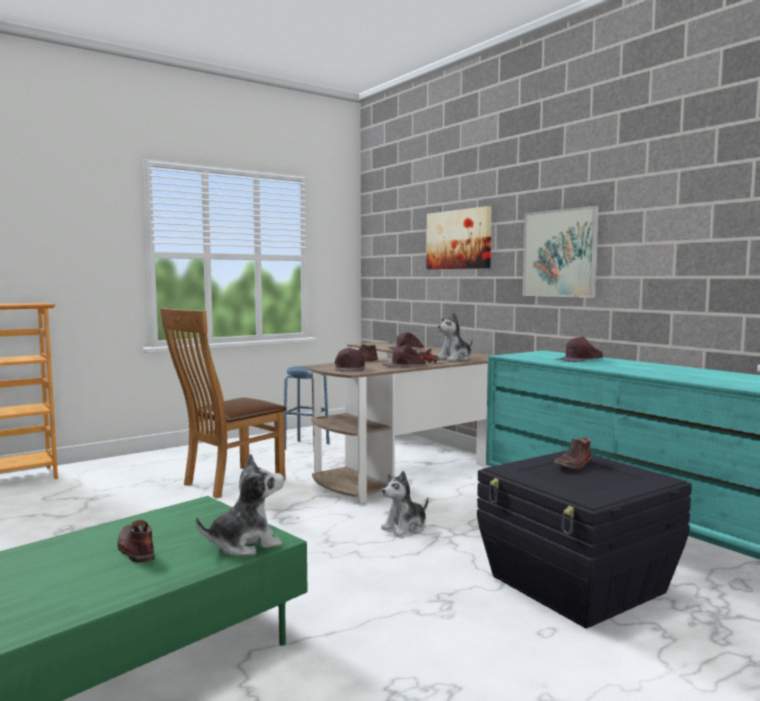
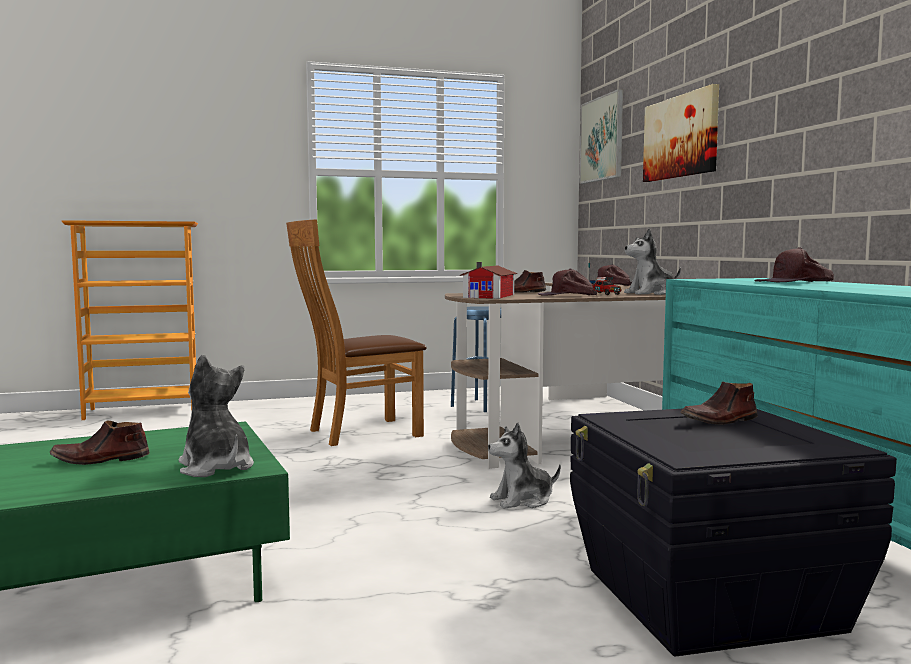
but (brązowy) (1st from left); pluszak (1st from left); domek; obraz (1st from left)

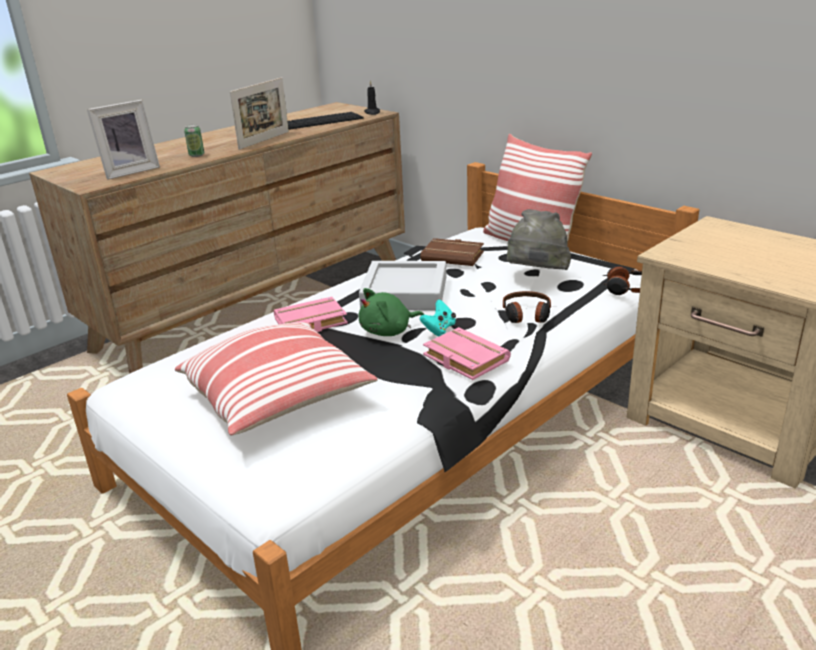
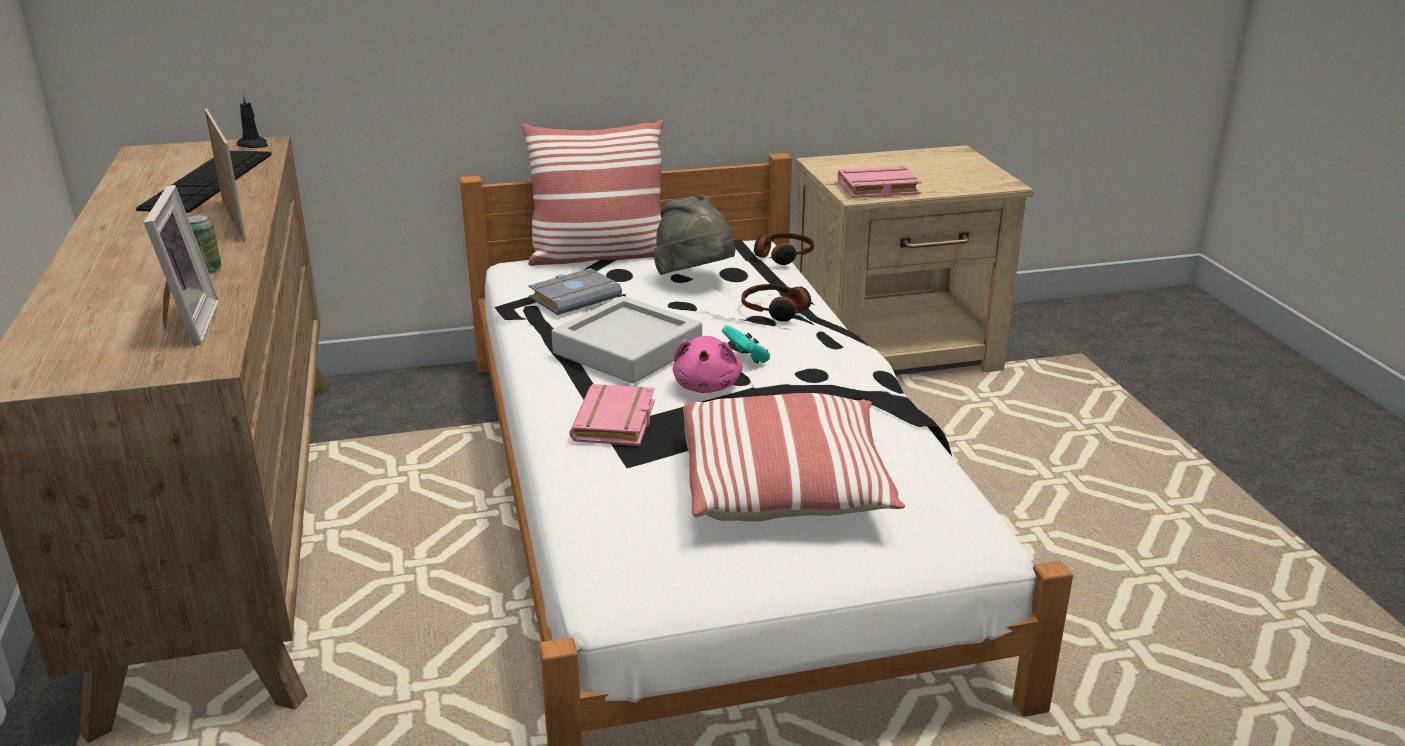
książka (szary); pluszak (różowy); książka (różowy) (2nd from left)

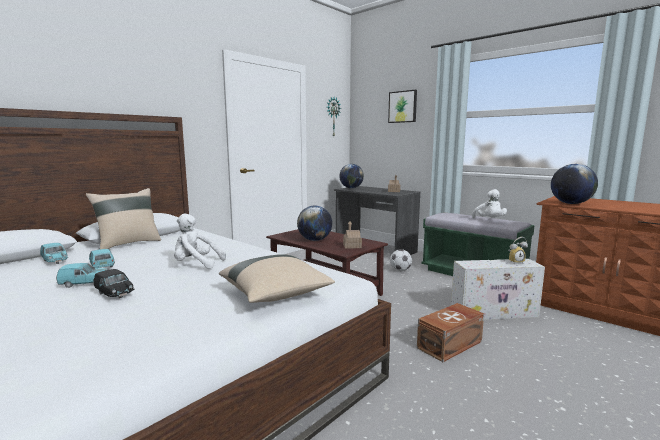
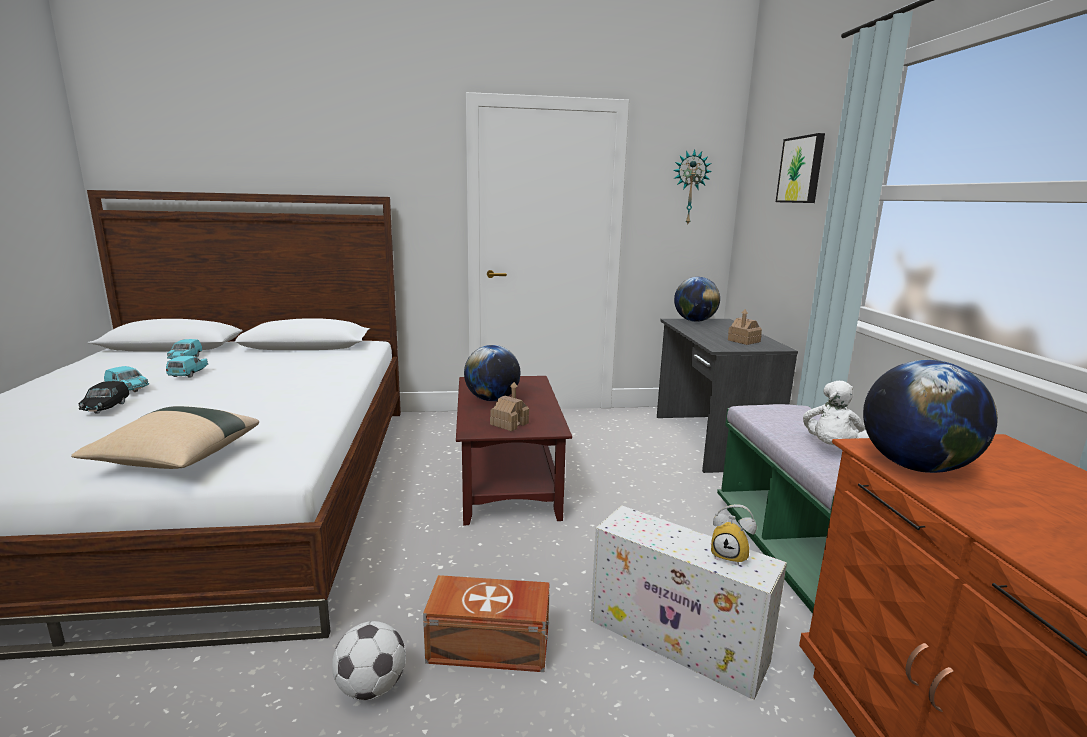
piłka futbolowa; poduszka (beżowy) (1st from left in the first image); pluszak (biały) (1st from left in the first image)

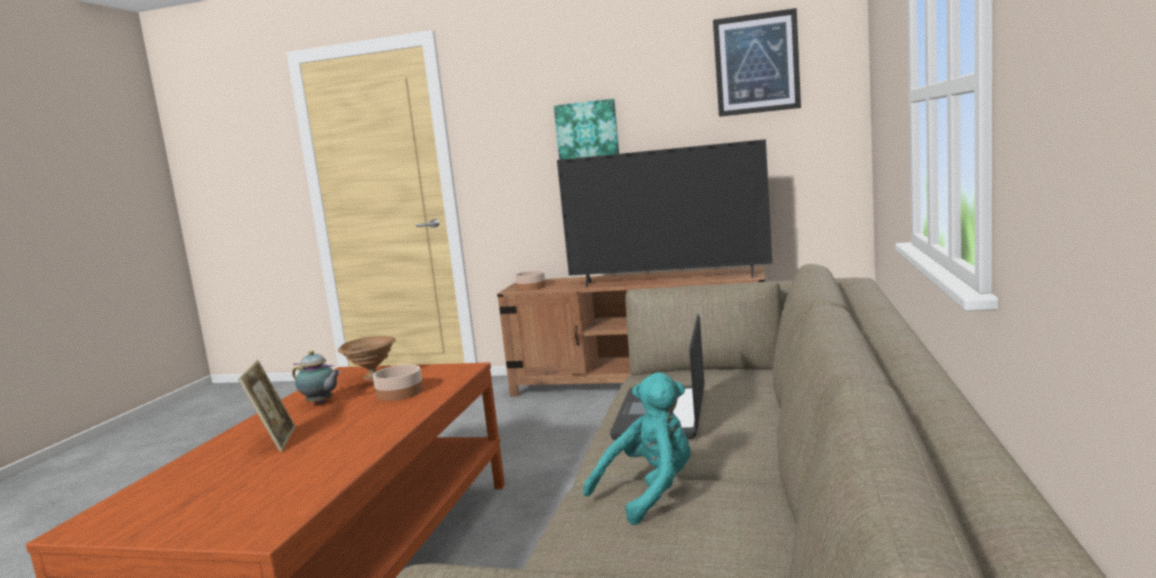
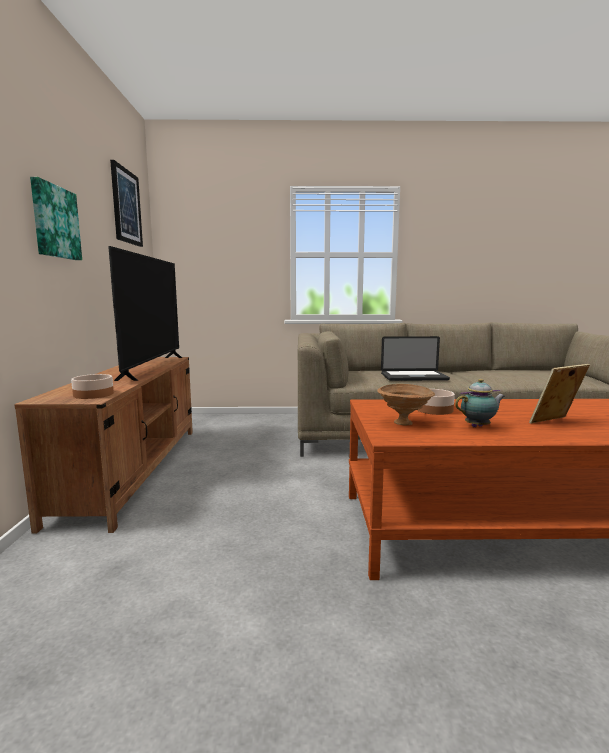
imbryk; pluszak (turkusowy)

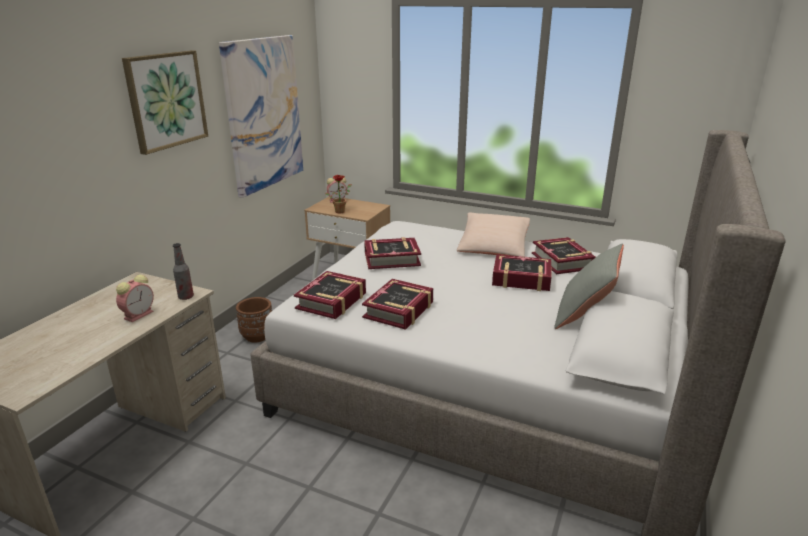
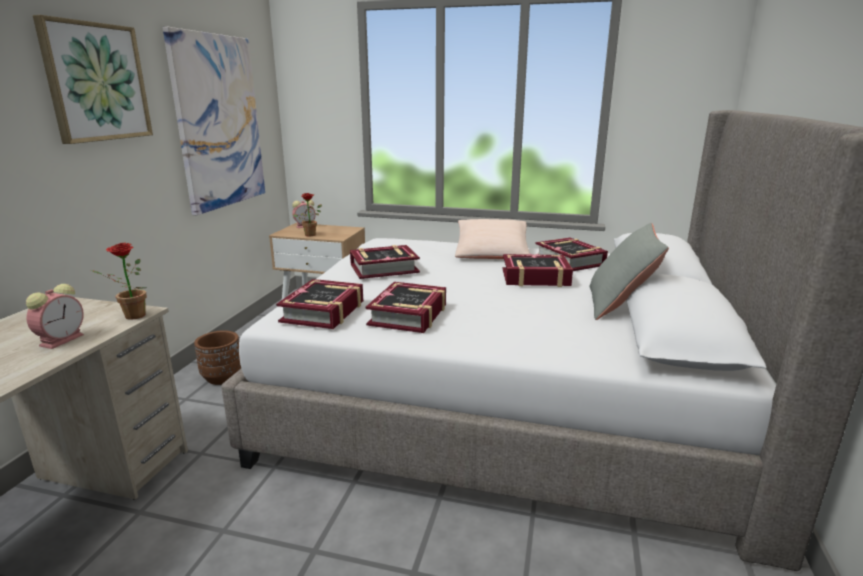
roślina doniczkowa (1st from left)

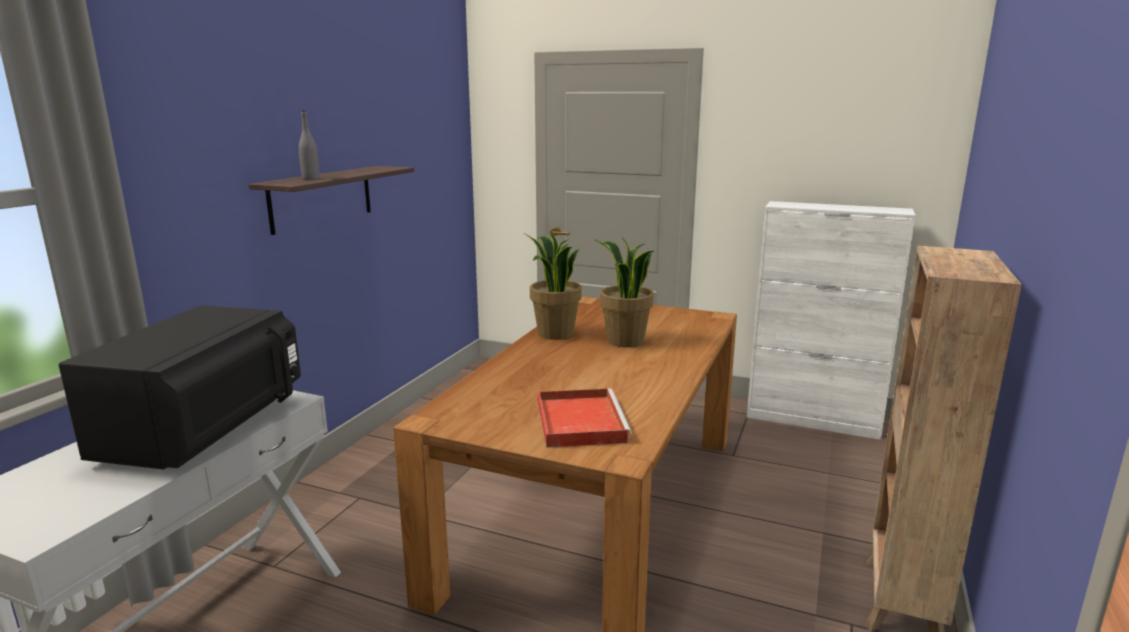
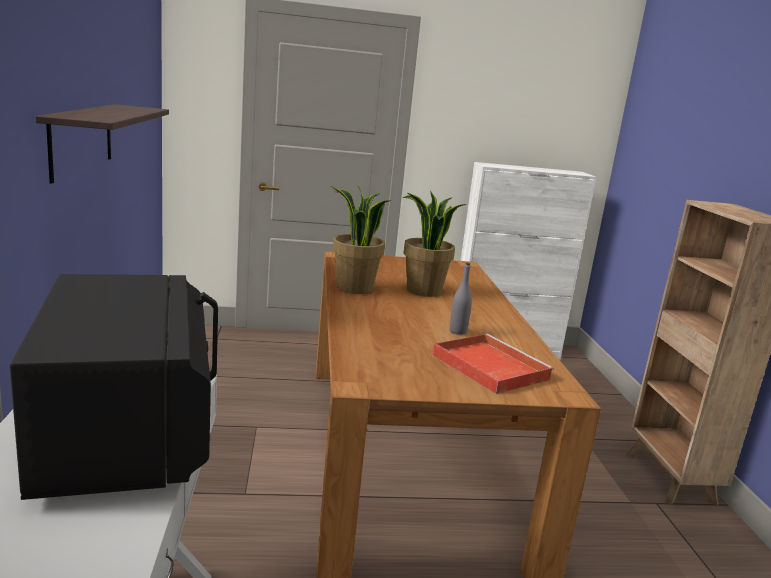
butelka (szary)

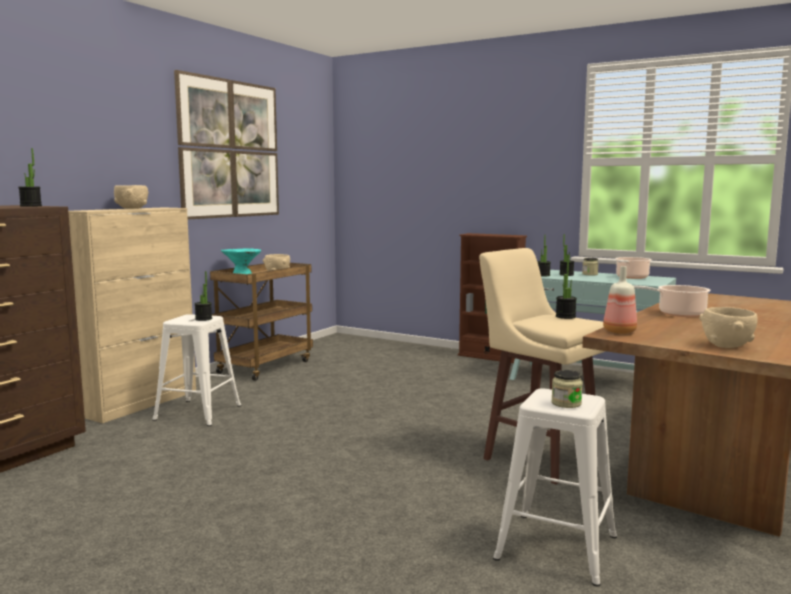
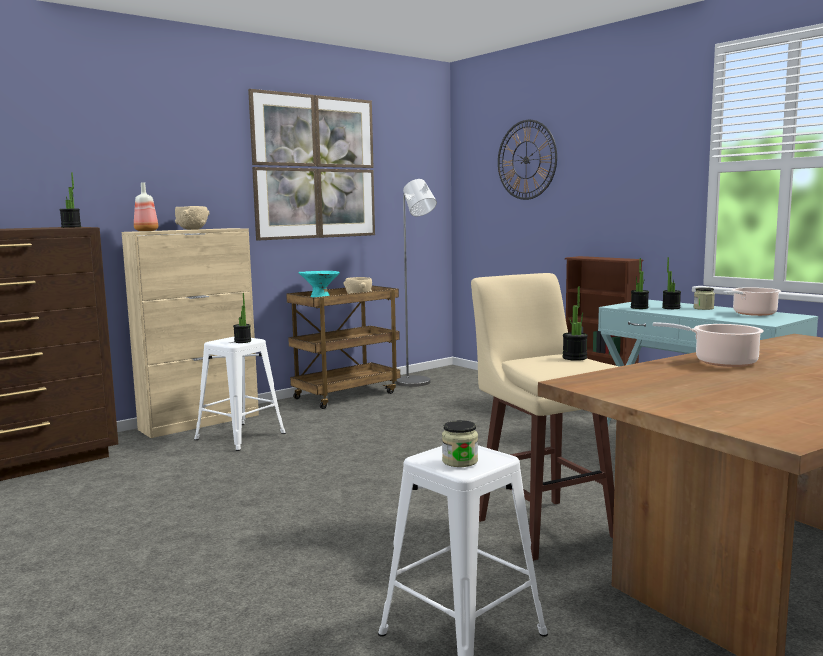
butelka; lampa stojąca (szary); zegar ścienny; miska (beżowy) (3rd from left in the first image)

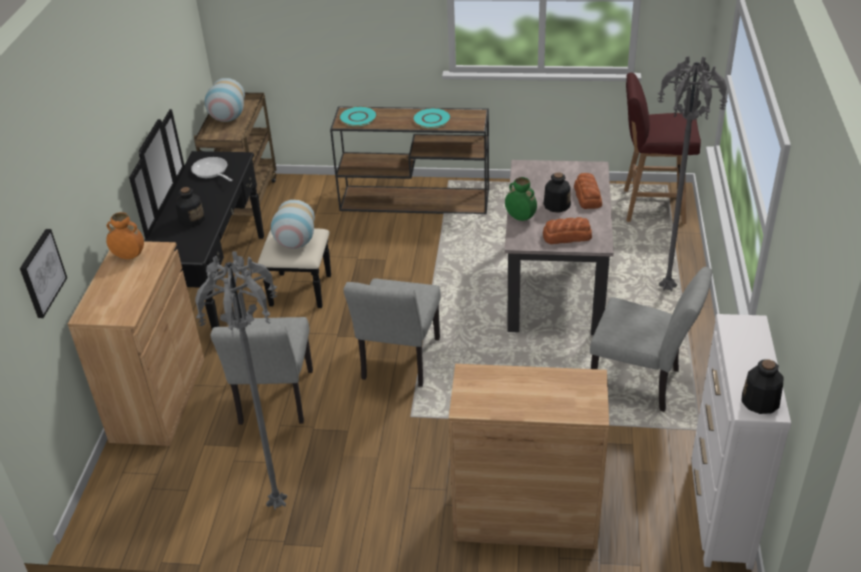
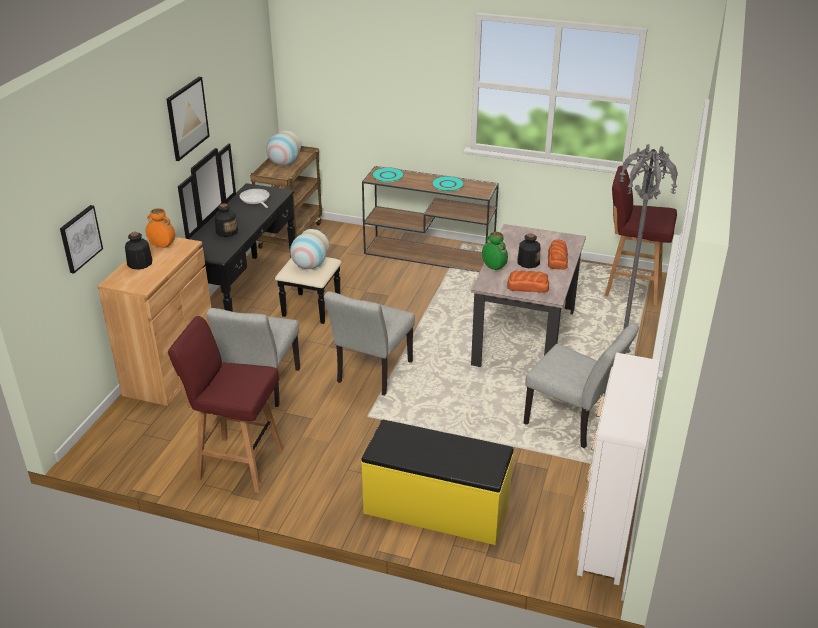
butelka (1st from left); obraz (2nd from left); stołek (czerwony) (1st from left); ławka (żółty)

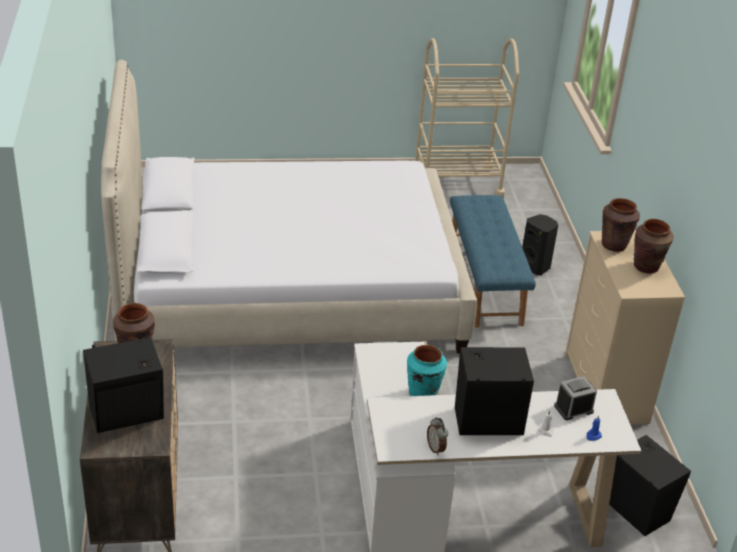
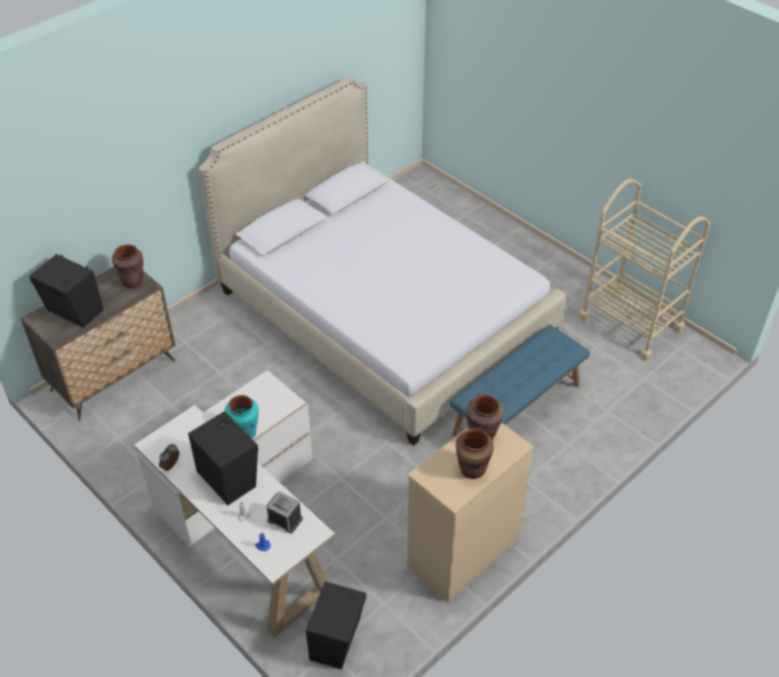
głośnik (czarny) (3rd from left in the first image)

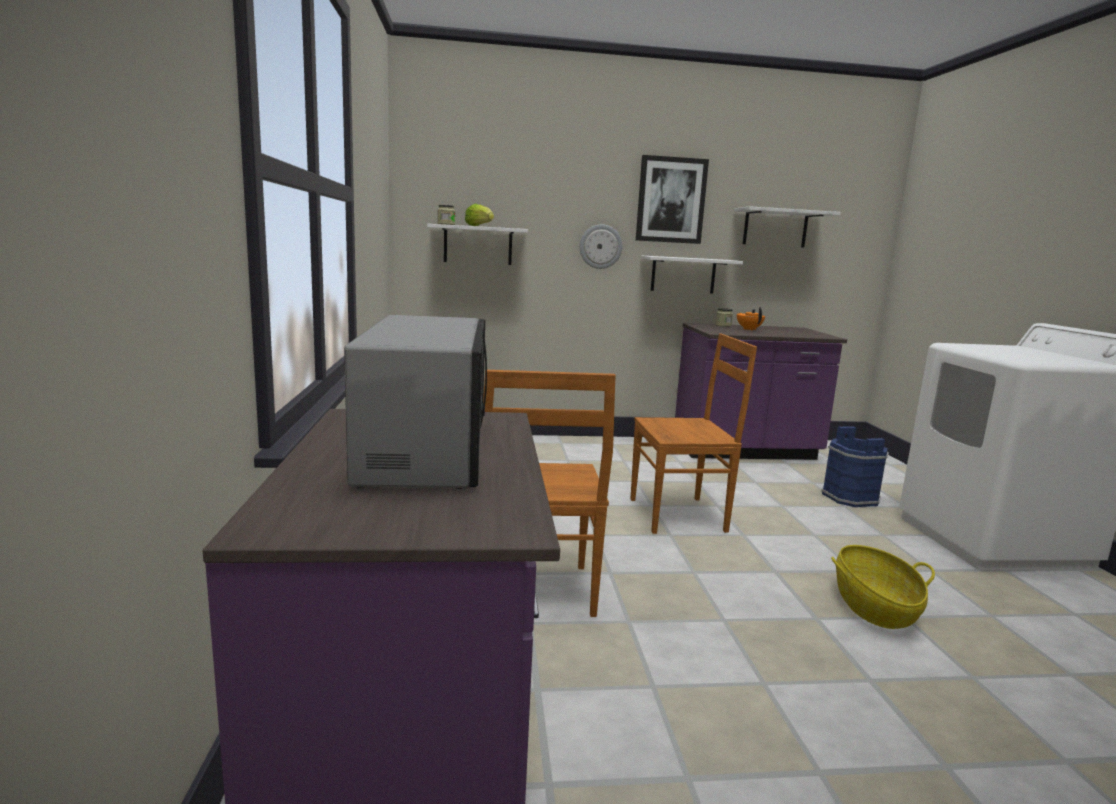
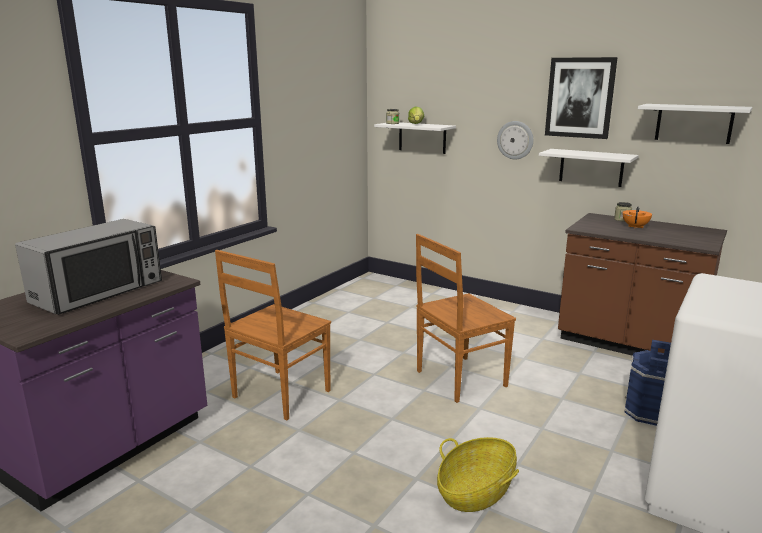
krzesło (brązowy) (2nd from left); zabudowa kuchenna (brązowy)

